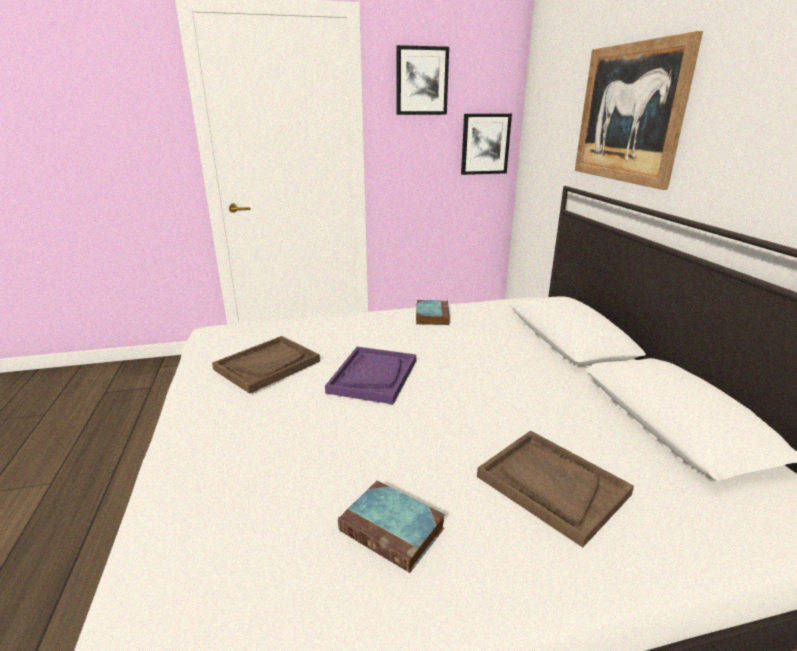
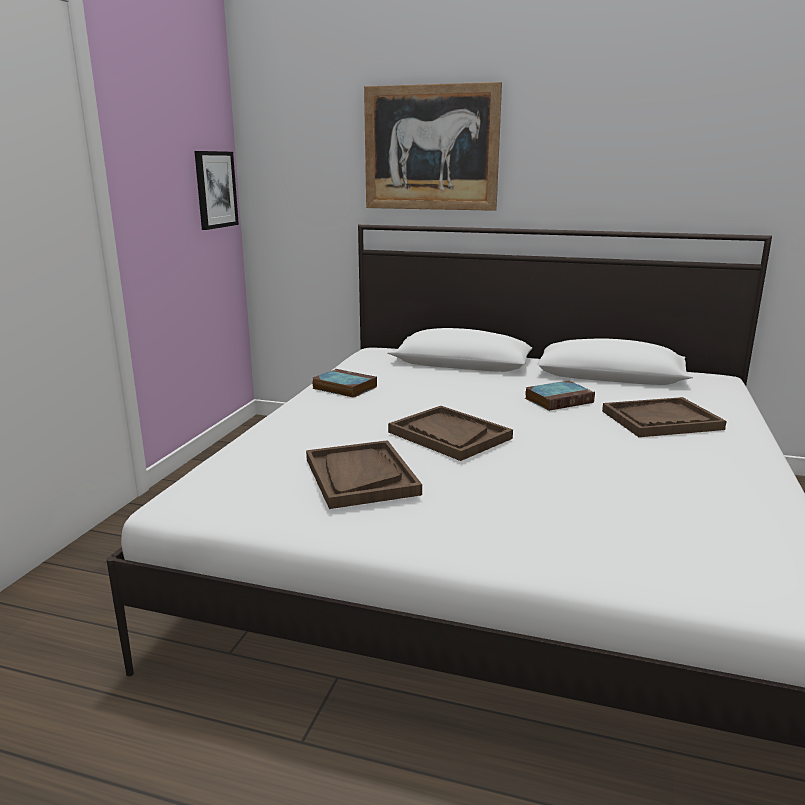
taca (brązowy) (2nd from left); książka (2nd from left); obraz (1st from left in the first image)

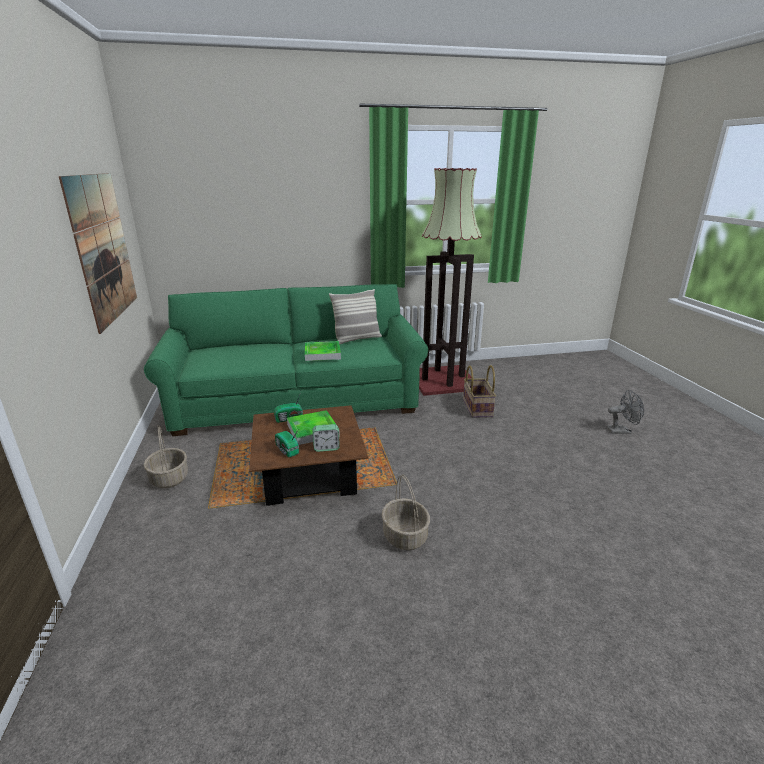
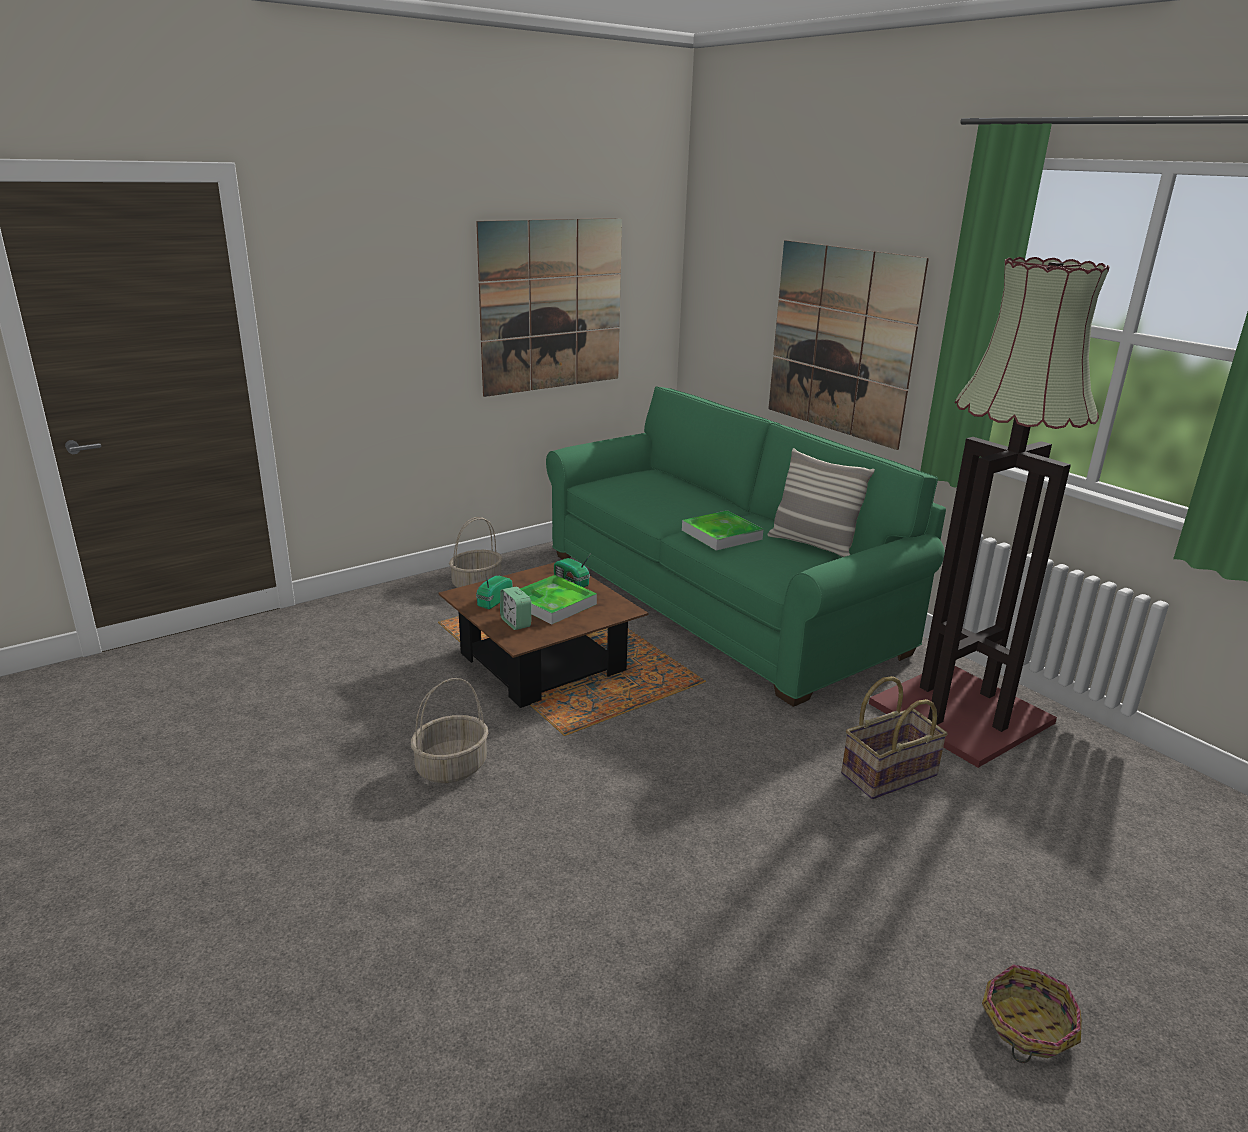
obraz (2nd from left); koszyk (4th from left)

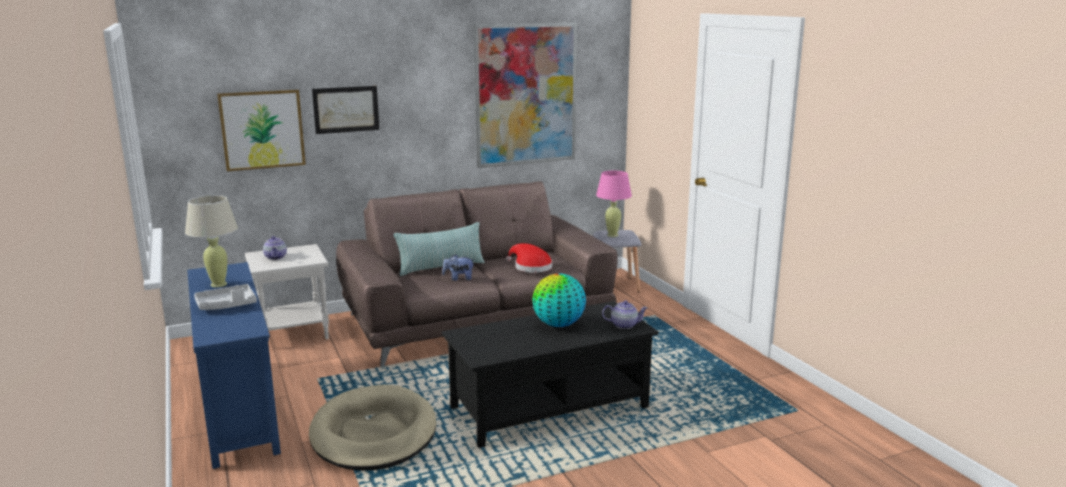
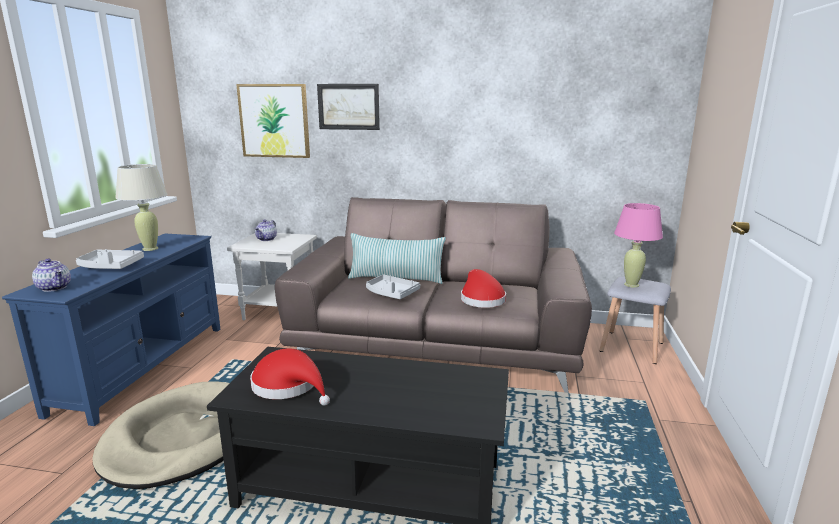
imbryk (1st from left); kapelusz (czerwony) (1st from left); taca (szary) (2nd from left); obraz (3rd from left in the first image); globus

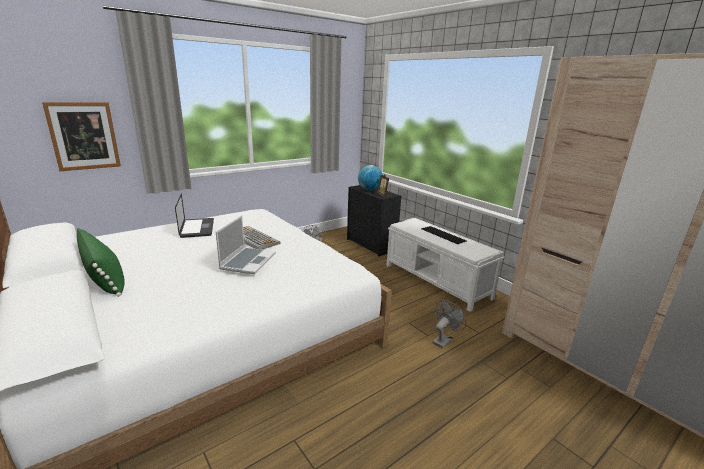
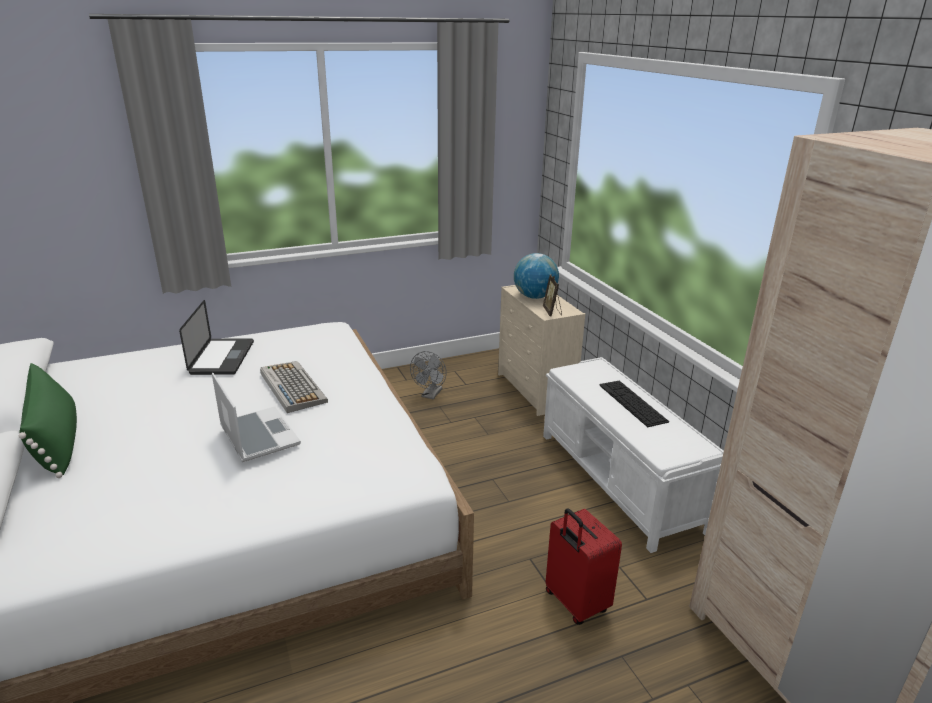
laptop (2nd from left); komoda (beżowy); walizka (czerwony); obraz

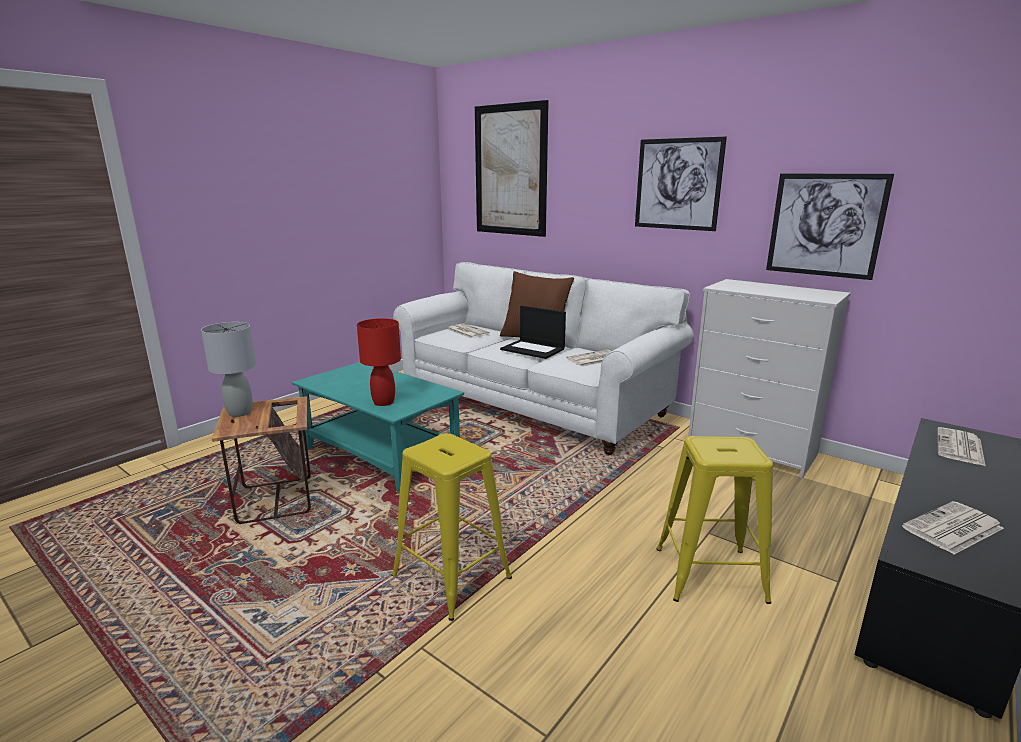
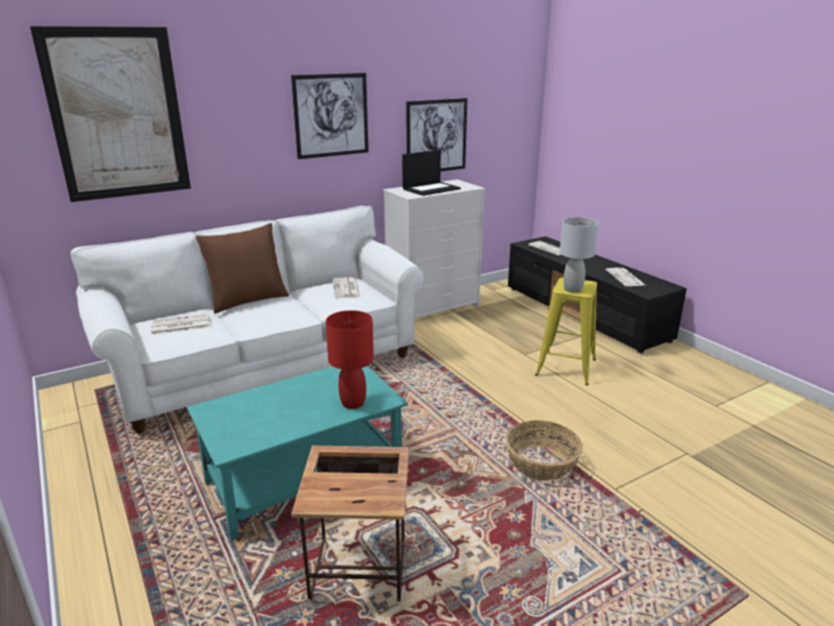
laptop; koszyk; lampa stołowa (szary)

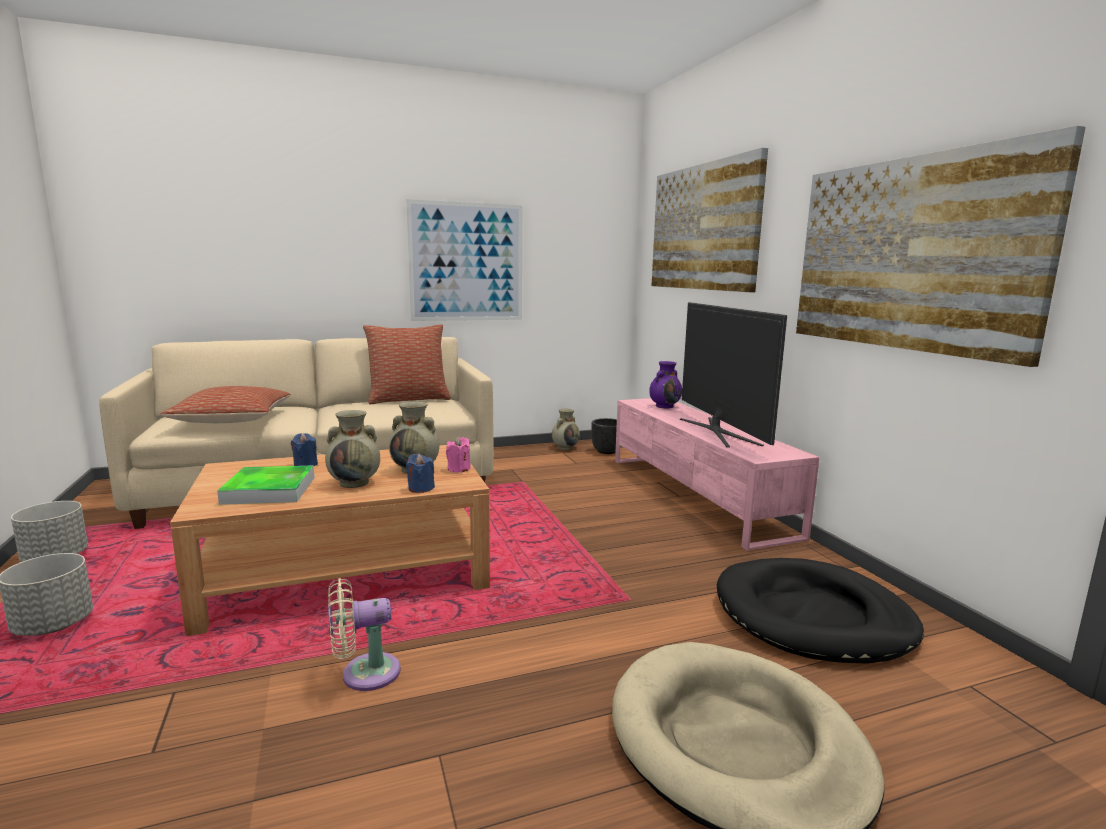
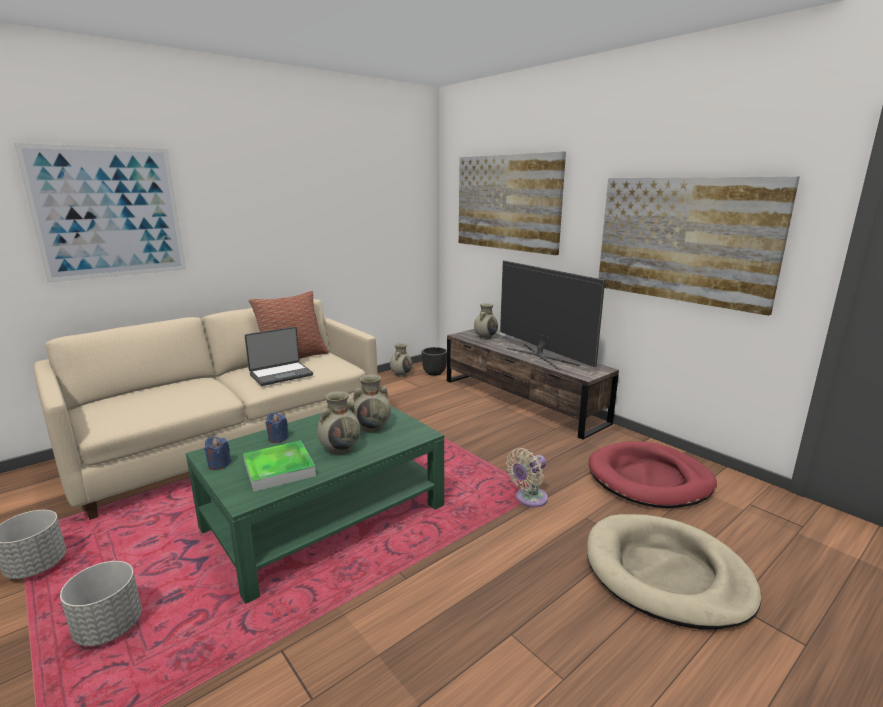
obraz (1st from left); ława (zielony); świeca (niebieski) (1st from left); laptop; szafka pod telewizor (brązowy); wazon (beżowy) (4th from left); wentylator (beżowy); legowisko (czerwony); poduszka (1st from left in the first image); świeca (różowy)

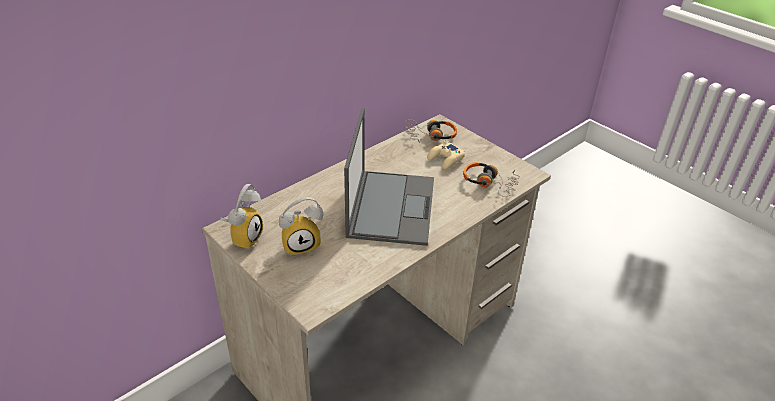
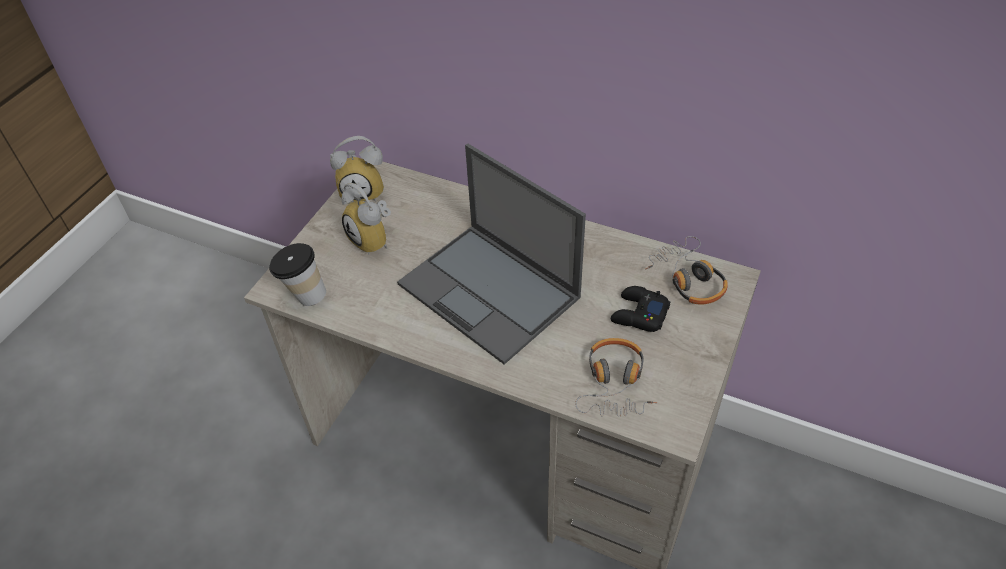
filiżanka; laptop; pad do gier (czarny)

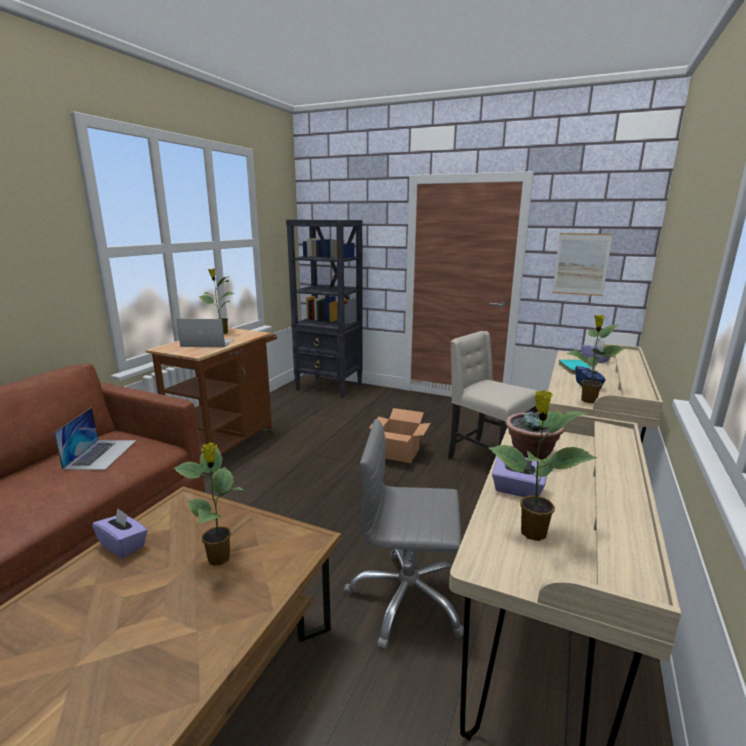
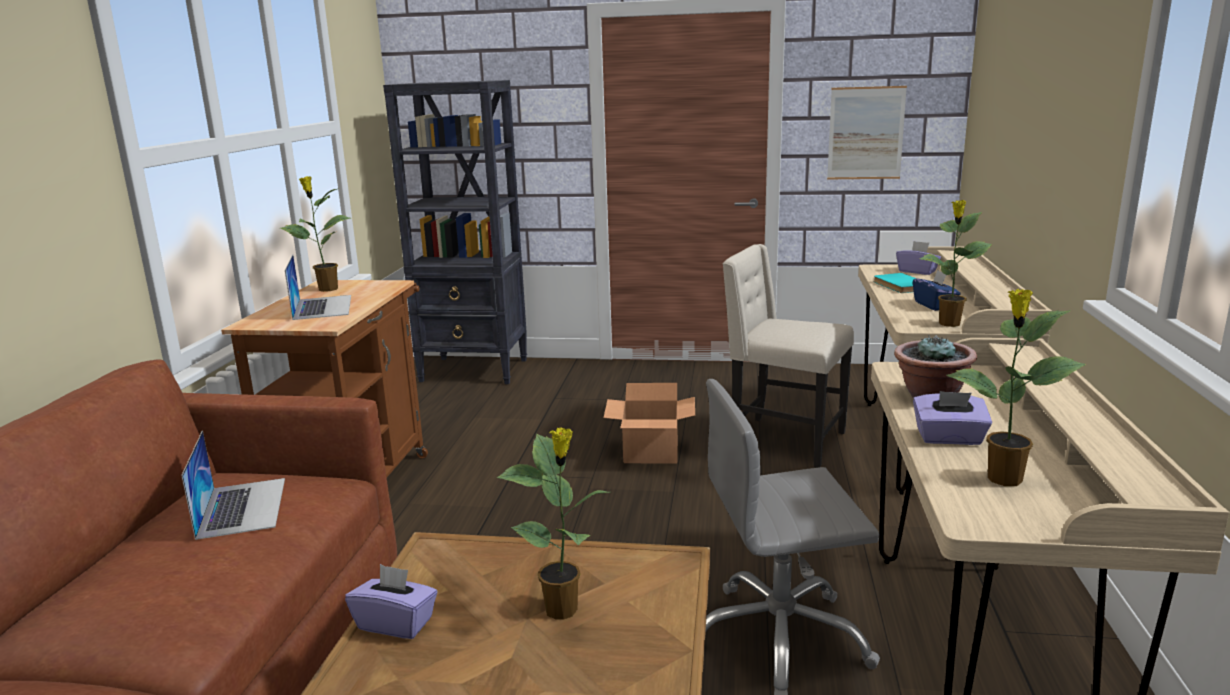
laptop (2nd from left)

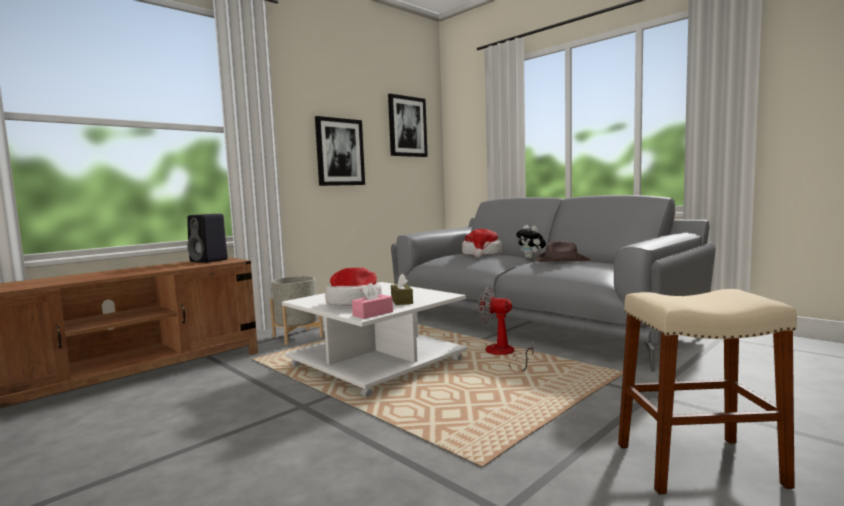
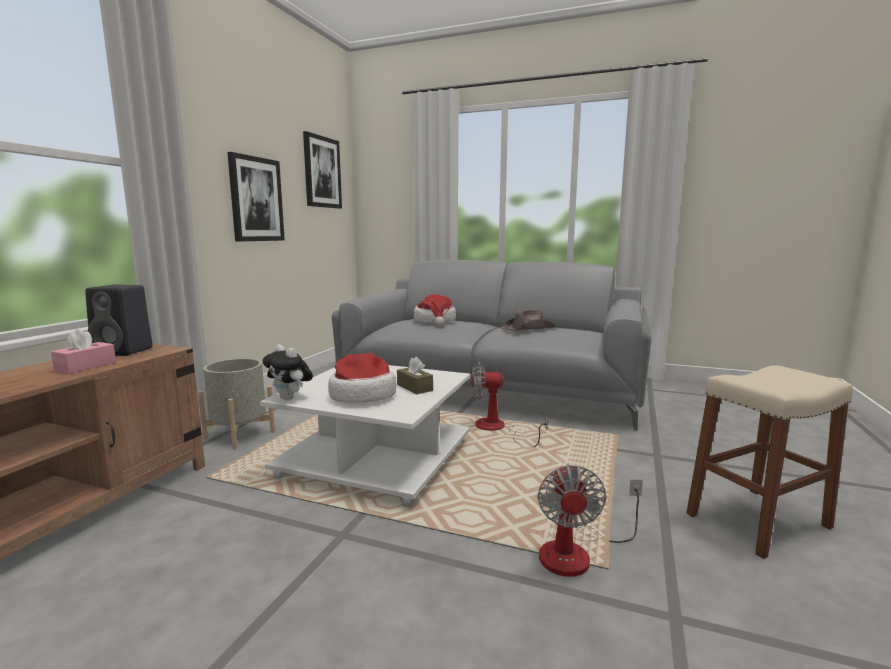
pudełko chusteczek (różowy); pluszak; wentylator (2nd from left)

